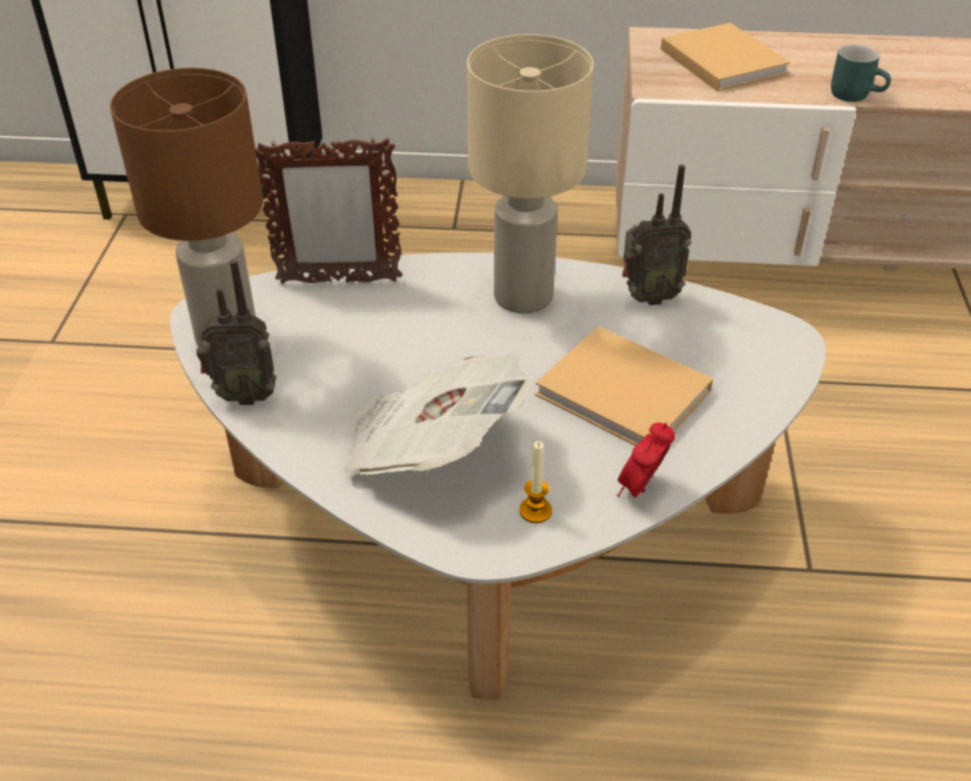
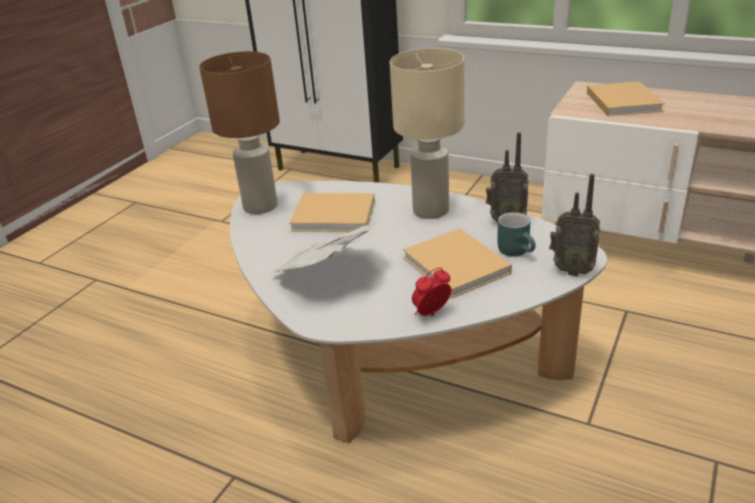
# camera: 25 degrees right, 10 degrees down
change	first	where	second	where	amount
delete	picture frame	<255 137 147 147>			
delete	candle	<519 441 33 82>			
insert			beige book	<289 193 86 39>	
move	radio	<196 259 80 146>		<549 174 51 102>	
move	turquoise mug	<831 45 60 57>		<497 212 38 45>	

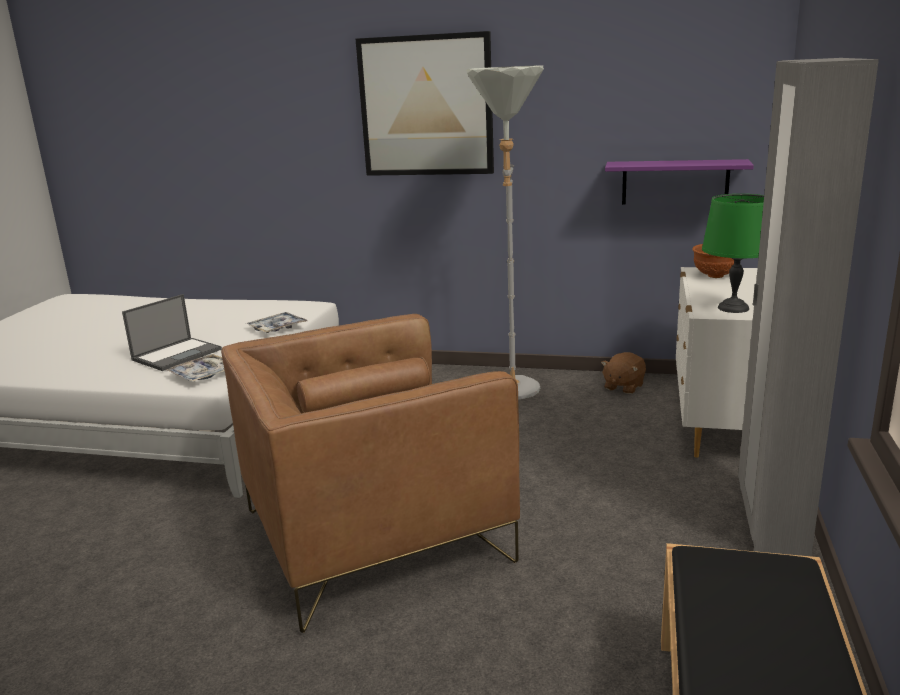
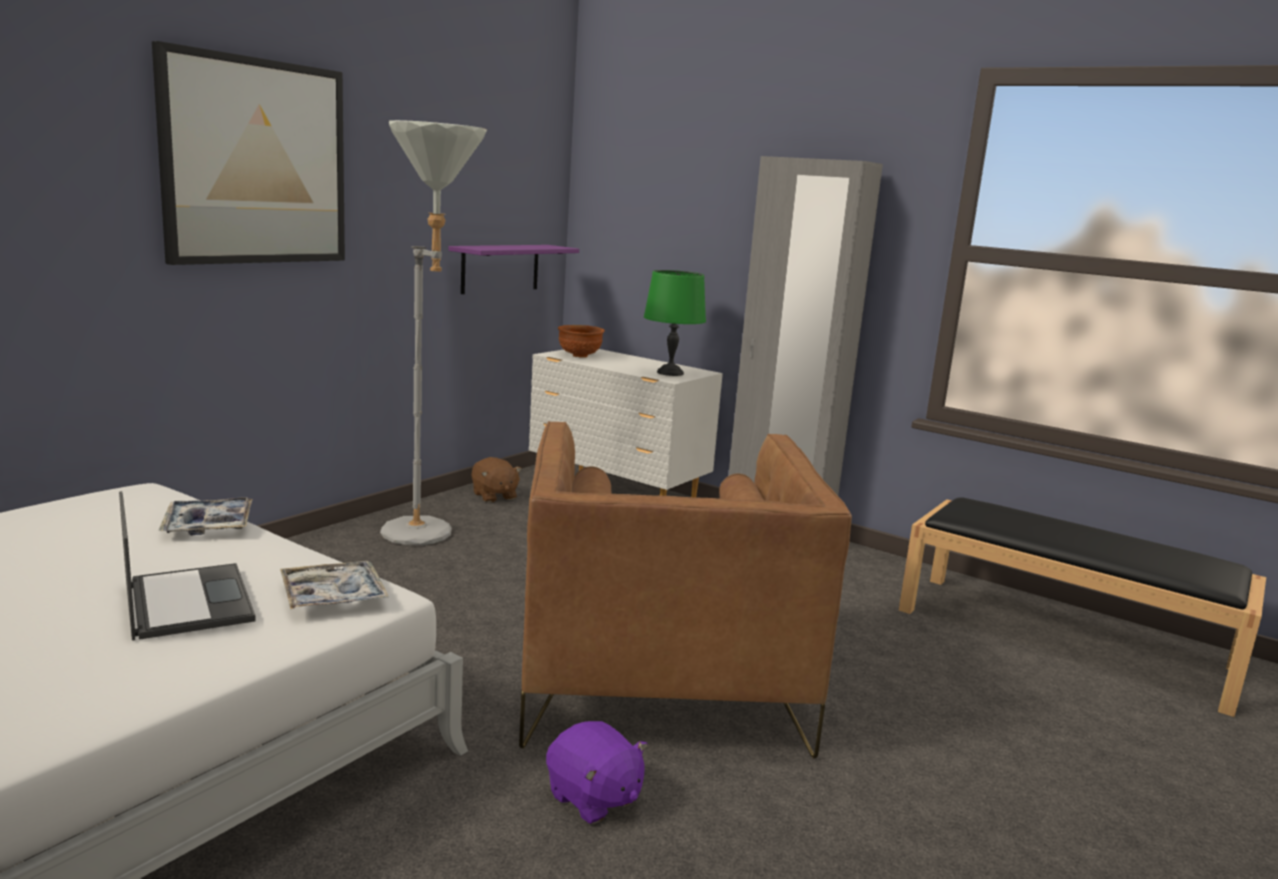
# camera: 70 degrees left, 5 degrees down
change	first	where	second	where	amount
insert			purple plush toy	<546 721 101 103>	

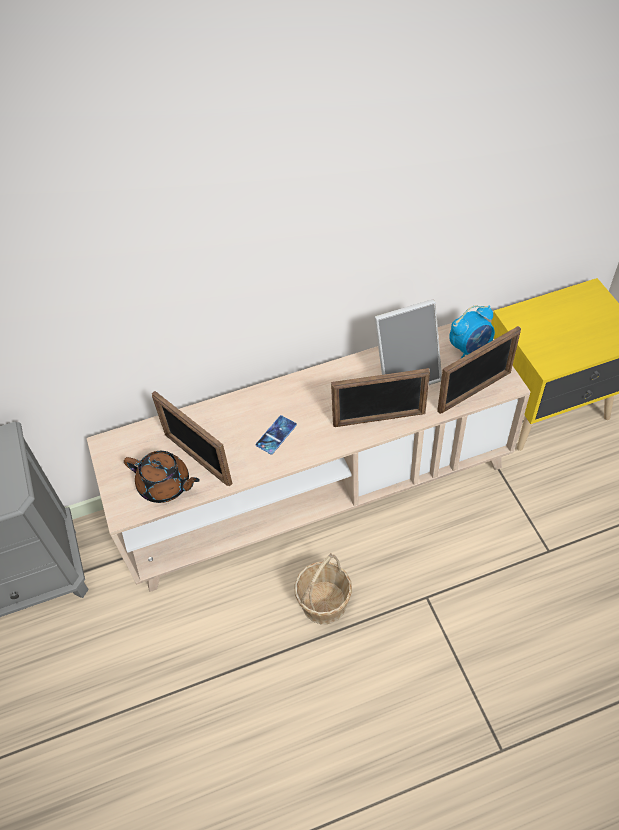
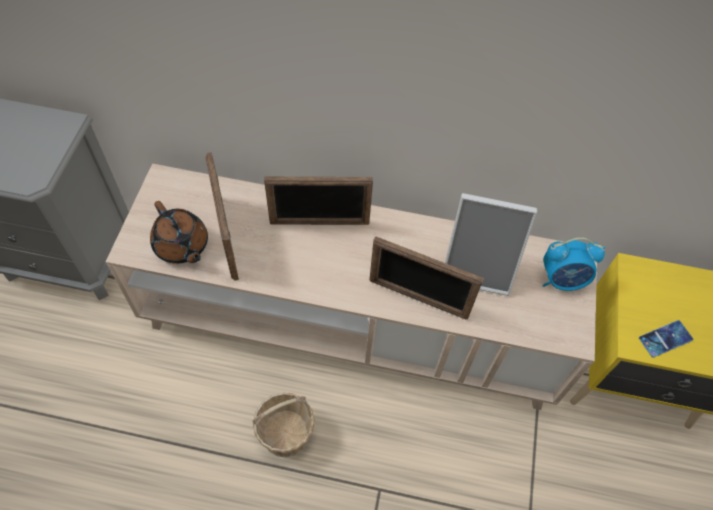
# camera: 25 degrees right, 5 degrees up
change	first	where	second	where	amount
move	phone	<255 415 42 40>		<639 320 54 38>	
move	picture frame	<437 326 84 88>		<264 177 109 48>	

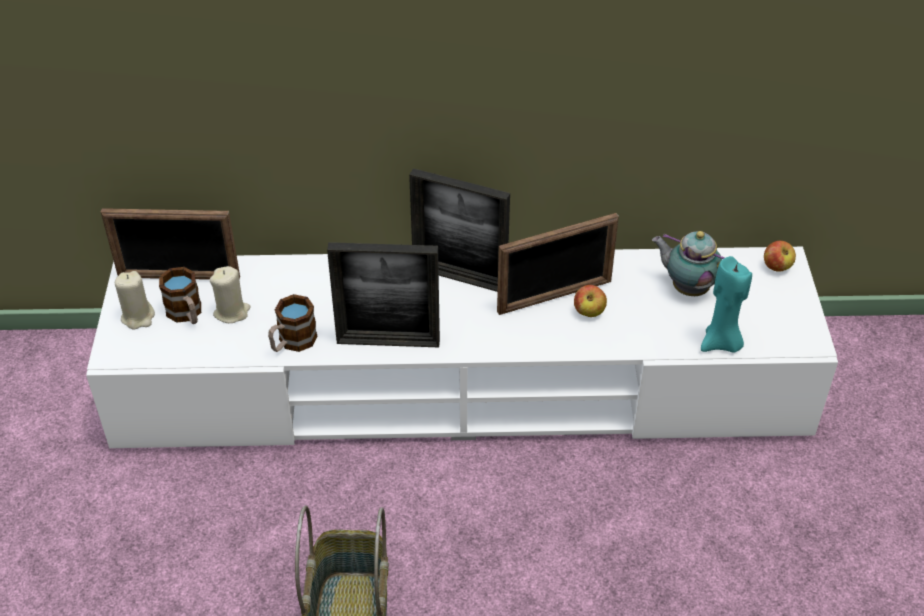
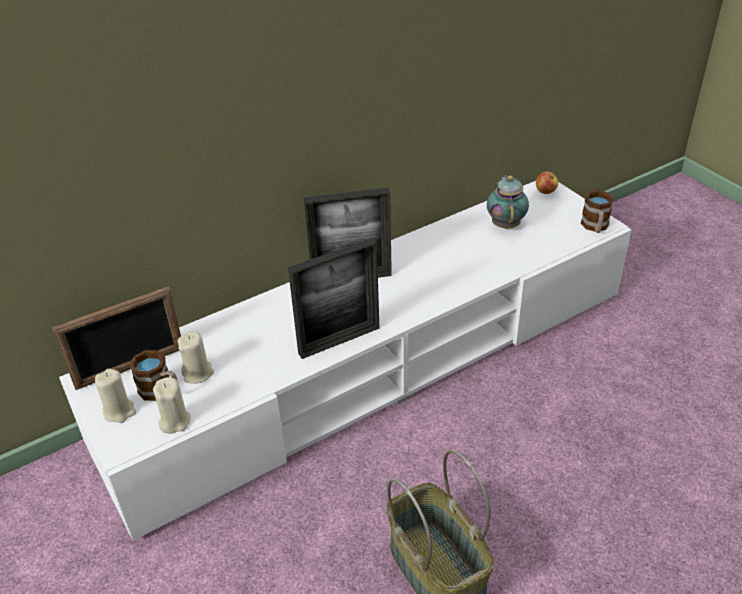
# camera: 30 degrees left, 5 degrees down
change	first	where	second	where	amount
delete	picture frame	<497 213 122 102>			
delete	apple	<574 285 33 32>			
delete	turquoise candle	<701 256 51 97>			
insert			beige candle	<153 377 38 57>	
move	mug	<268 294 49 58>		<581 190 33 43>	
rotate	teapot	<652 231 73 65>		<487 174 42 55>	90 degrees clockwise

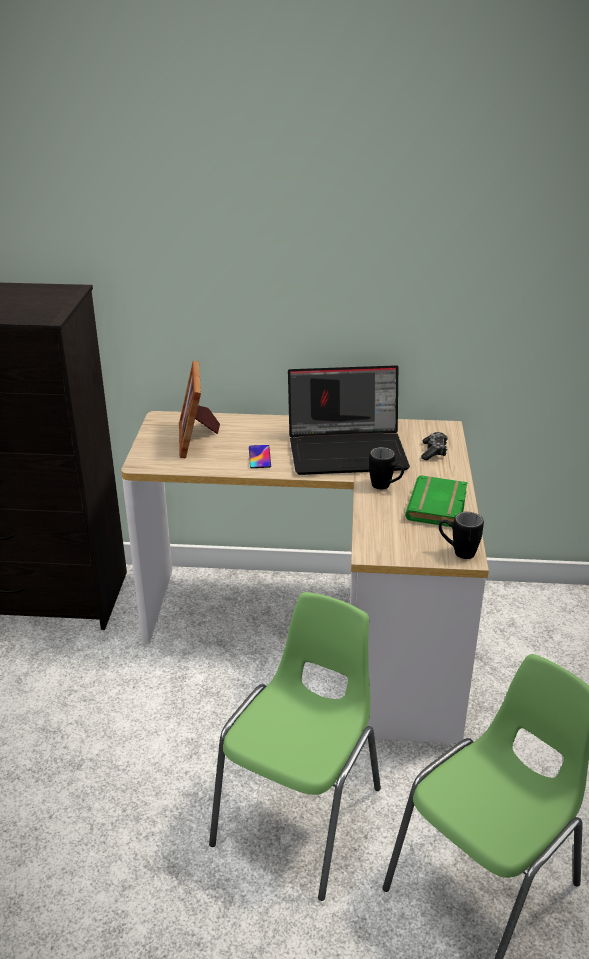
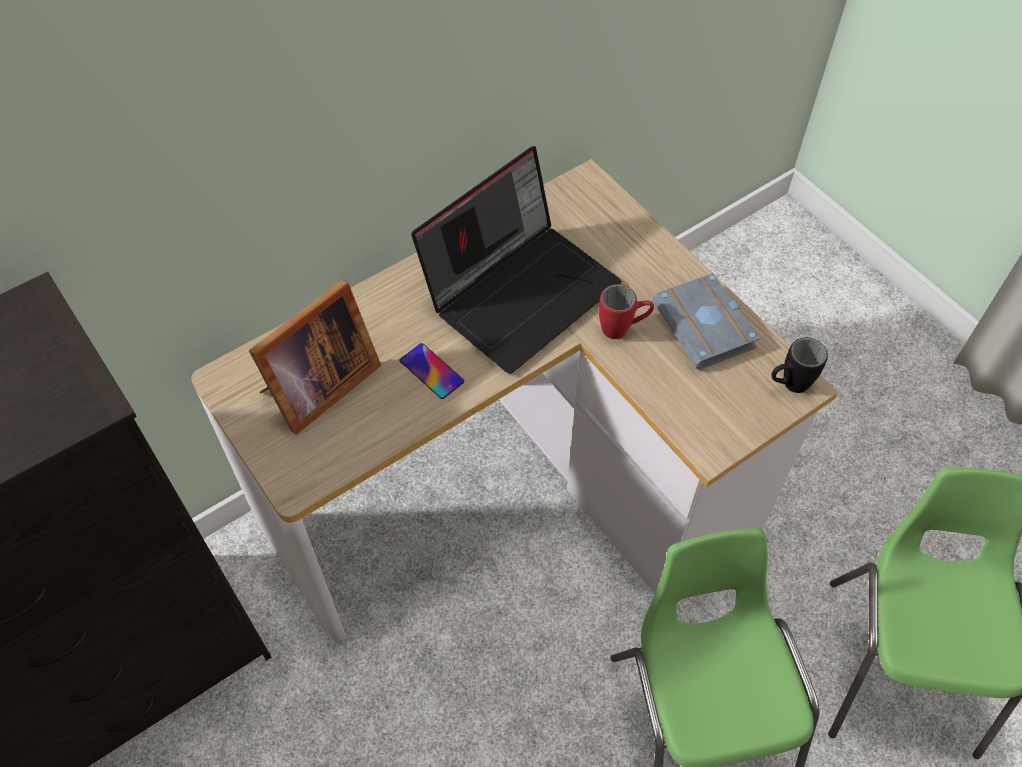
# camera: 40 degrees left, 25 degrees up
change	first	where	second	where	amount
delete	game controller	<421 432 27 28>			
recolor	black mug	<369 447 35 43>	red mug	<599 284 55 55>	
recolor	green book	<405 475 62 52>	grey book	<652 273 107 97>	
rotate	picture frame	<179 361 41 98>		<249 279 132 156>	90 degrees counterclockwise

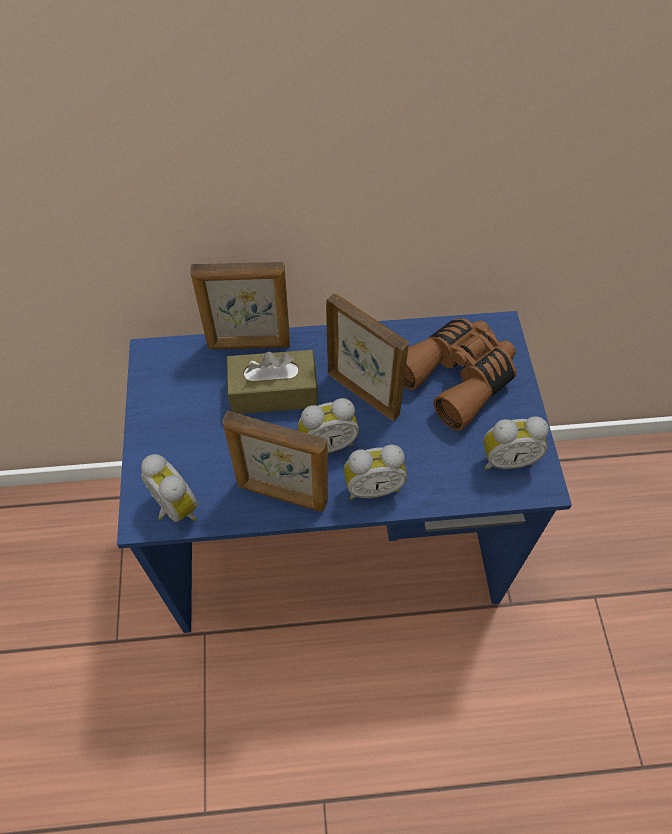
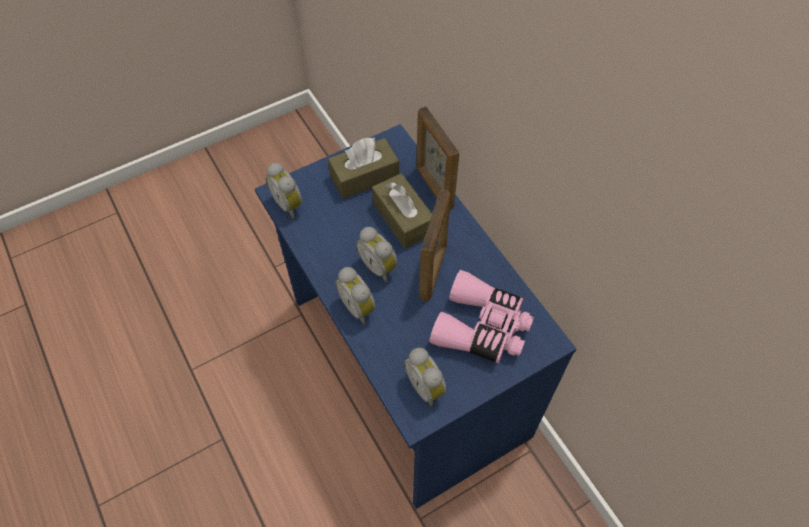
# camera: 65 degrees right, 0 degrees up
change	first	where	second	where	amount
delete	picture frame	<222 411 106 101>			
insert			brown tissue box	<328 137 71 62>	
recolor	brown binoculars	<404 318 113 113>	pink binoculars	<429 270 105 93>	
rotate	alarm clock	<141 454 57 68>		<266 163 36 55>	120 degrees clockwise

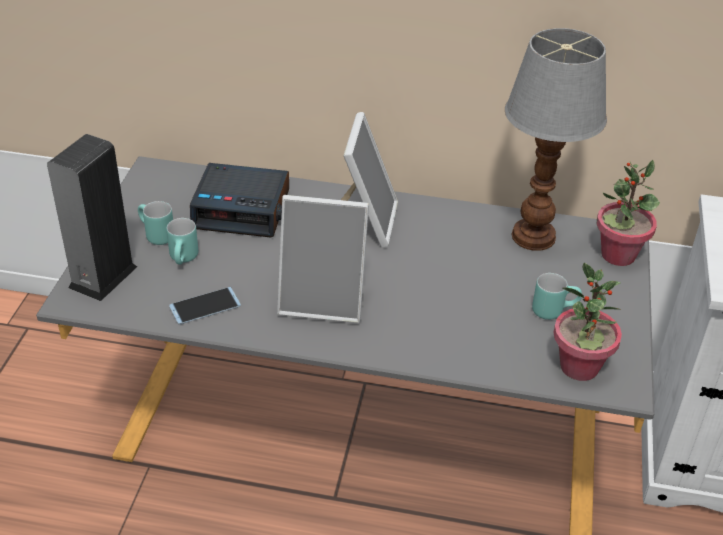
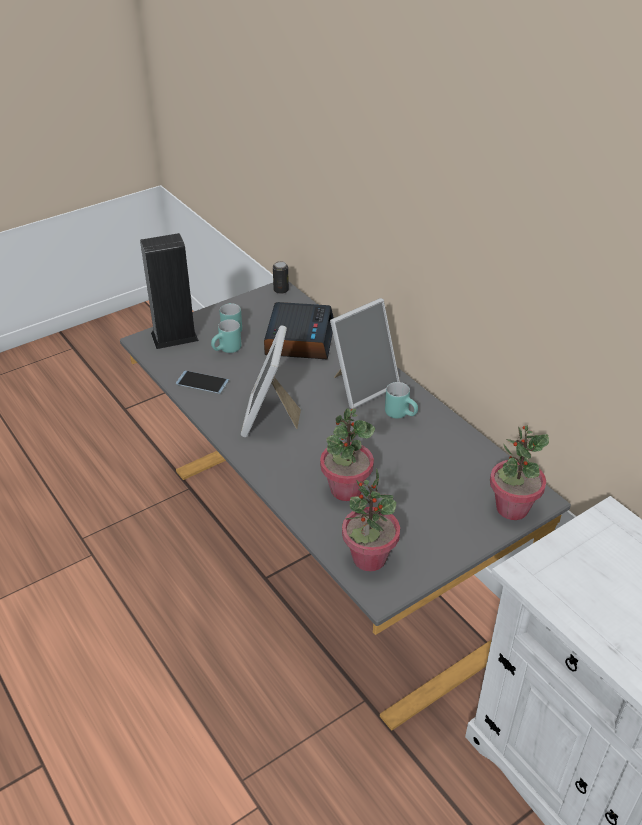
# camera: 45 degrees right, 0 degrees up
change	first	where	second	where	amount
delete	table lamp	<505 28 102 223>			
insert			can	<273 261 16 33>	
insert			potted plant	<320 408 55 93>	
move	turquoise mug	<532 273 50 47>		<385 382 33 37>	
rotate	alarm clock	<190 163 99 74>		<264 302 70 57>	135 degrees counterclockwise
rotate	picture frame	<277 195 92 129>		<241 325 60 112>	45 degrees clockwise

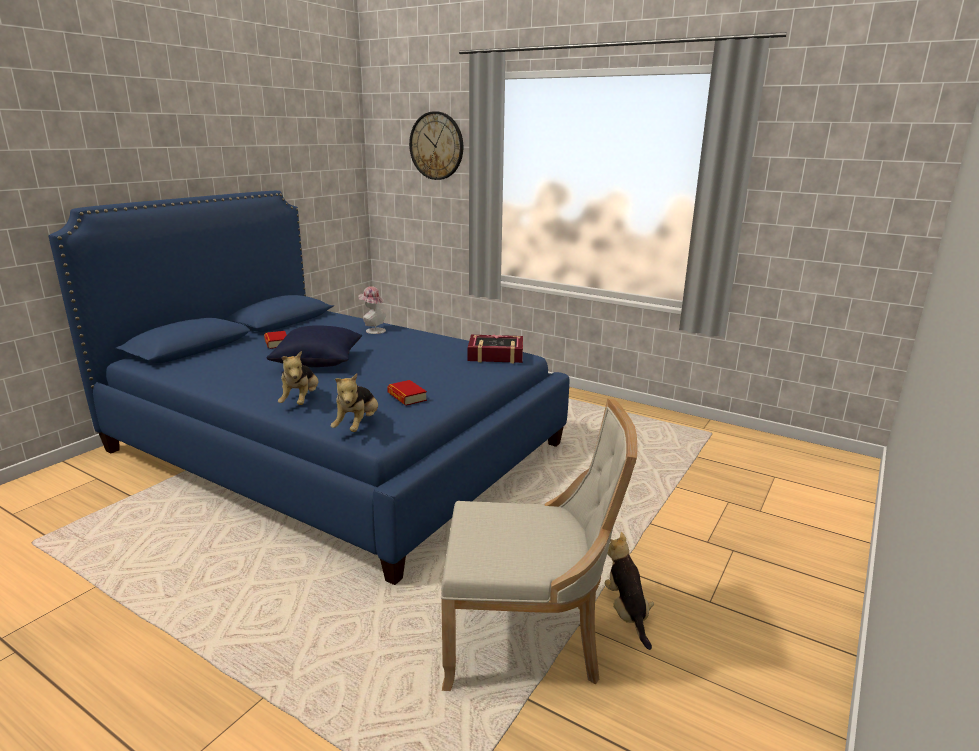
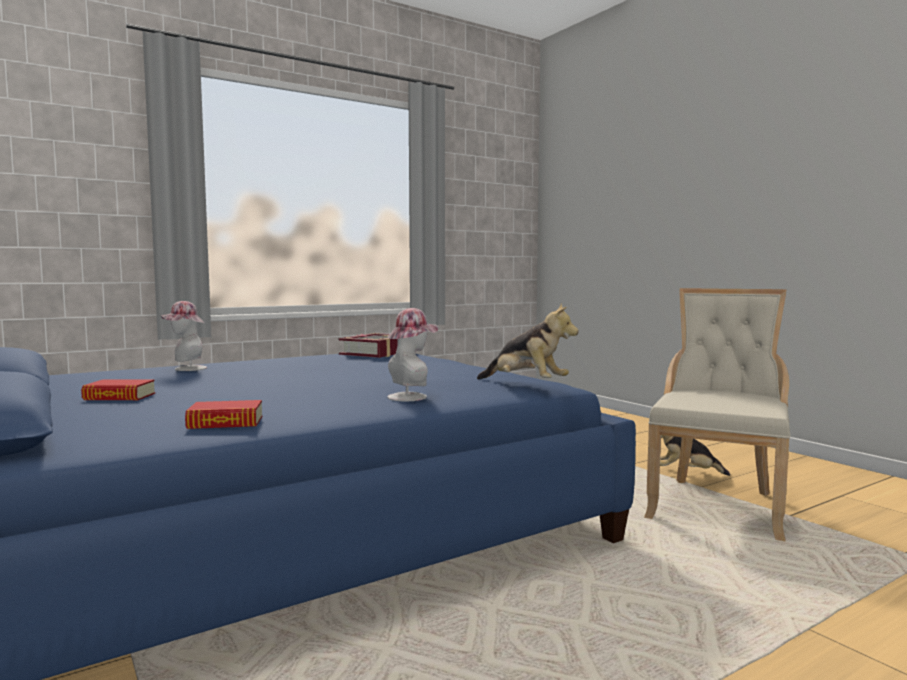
# camera: 65 degrees left, 15 degrees down
change	first	where	second	where	amount
delete	blue pillow	<266 325 96 42>			
delete	wall clock	<409 111 54 69>			
move	book	<387 380 40 26>		<185 400 77 29>	
replace	plush toy	<278 351 40 54>	hat	<387 308 51 93>	

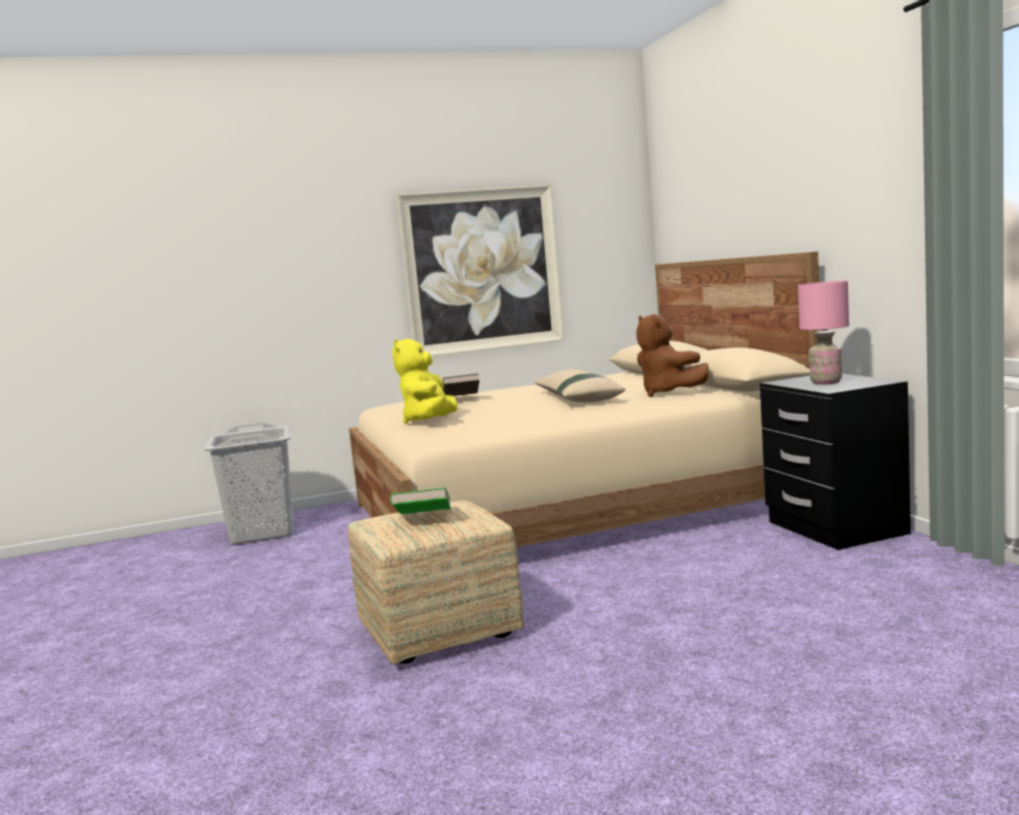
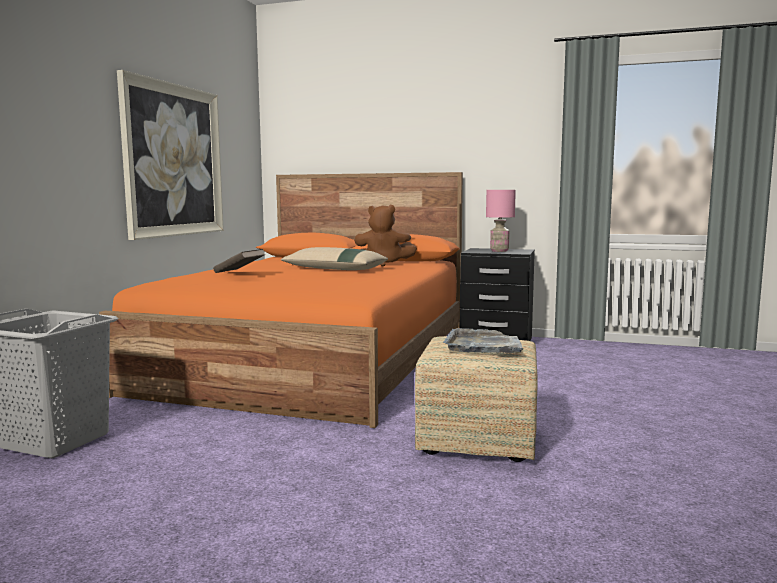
# camera: 55 degrees left, 0 degrees up
change	first	where	second	where	amount
delete	yellow plush toy	<392 339 66 85>			
replace	green book	<390 487 61 27>	grey tray	<443 328 81 25>	
recolor	beige bed	<349 251 472 296>	orange bed	<99 172 364 256>	

